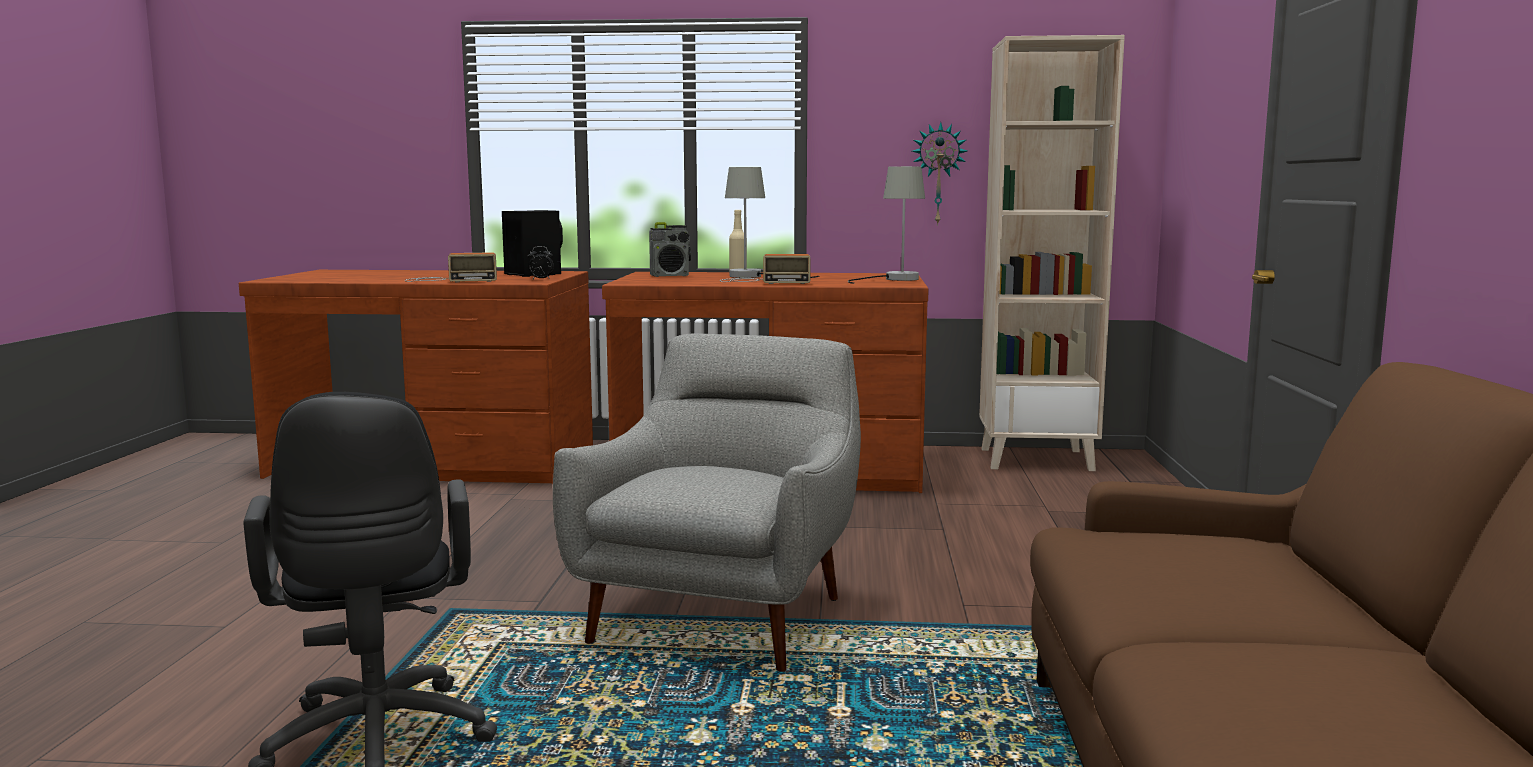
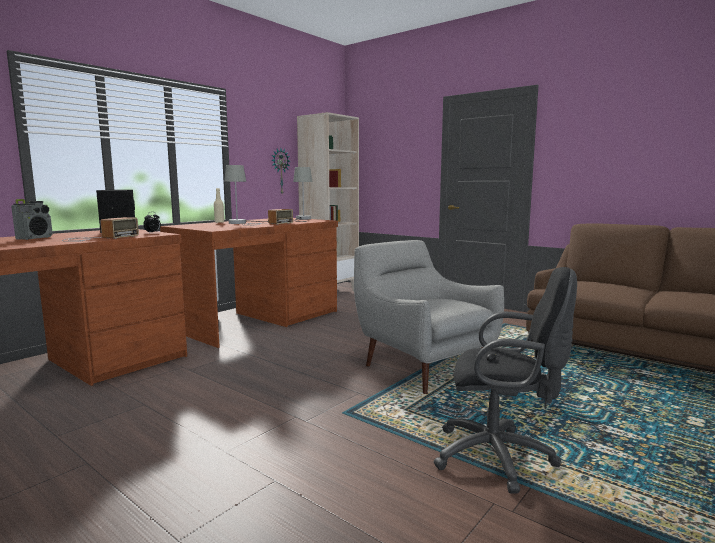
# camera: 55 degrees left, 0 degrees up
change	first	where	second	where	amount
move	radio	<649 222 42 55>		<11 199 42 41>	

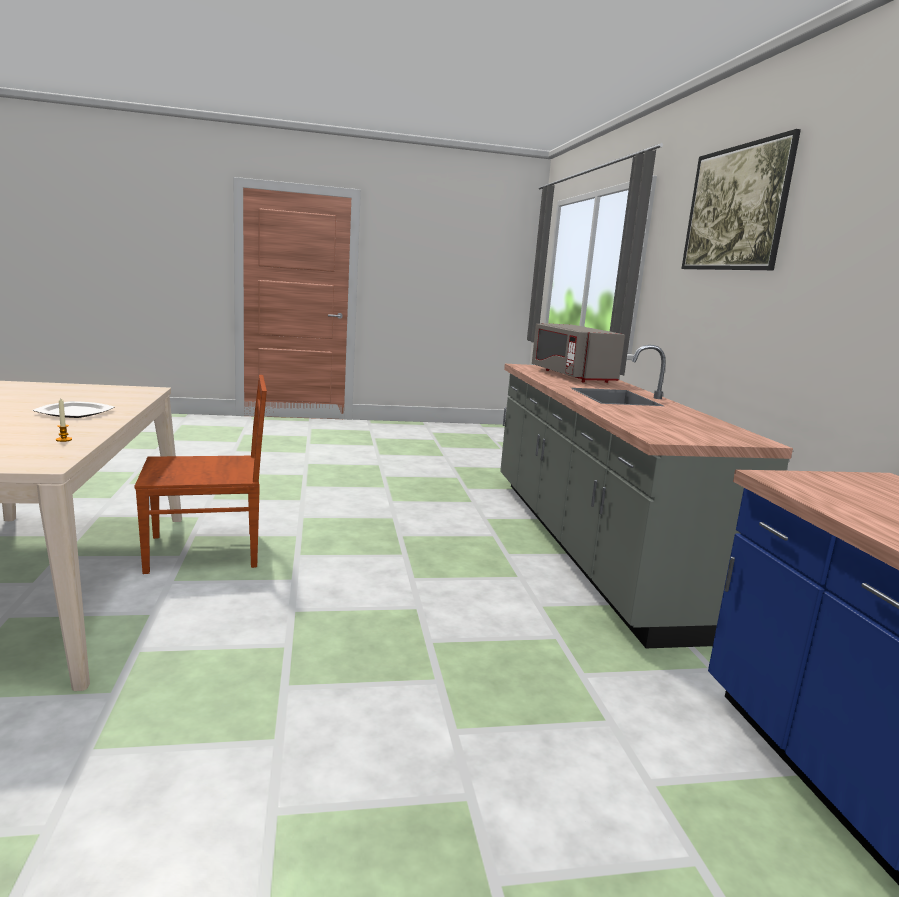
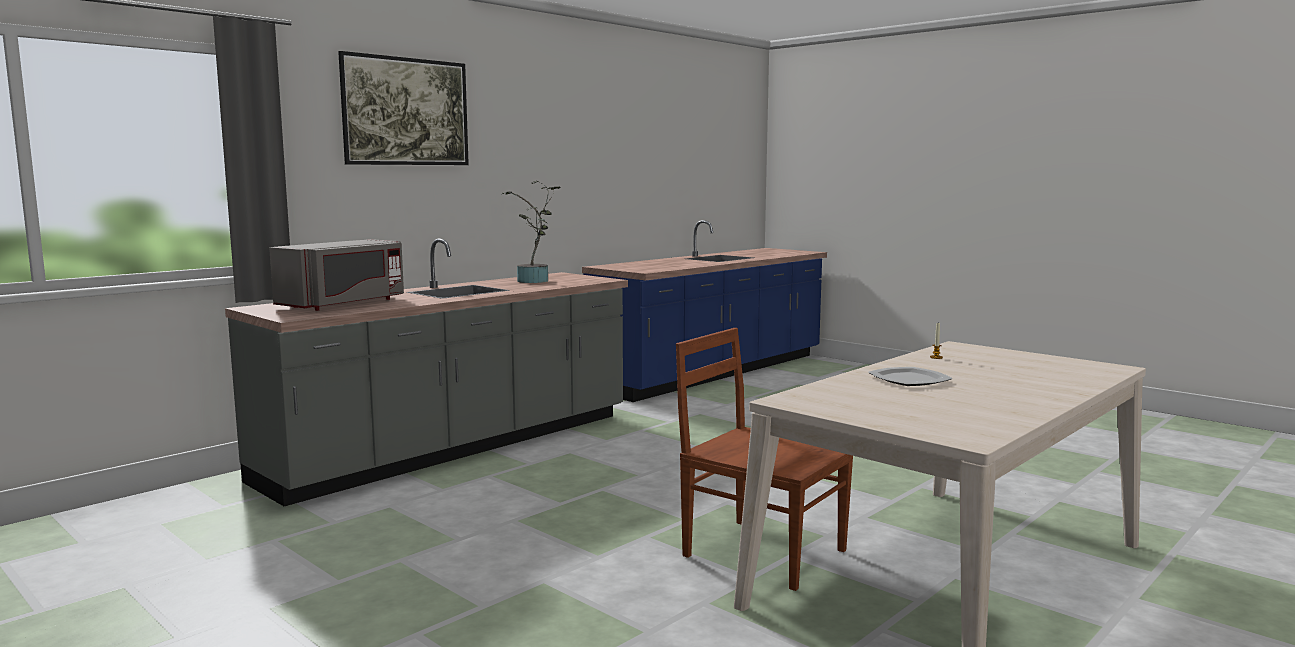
# camera: 125 degrees left, 5 degrees down
change	first	where	second	where	amount
insert			potted plant	<502 181 58 102>	

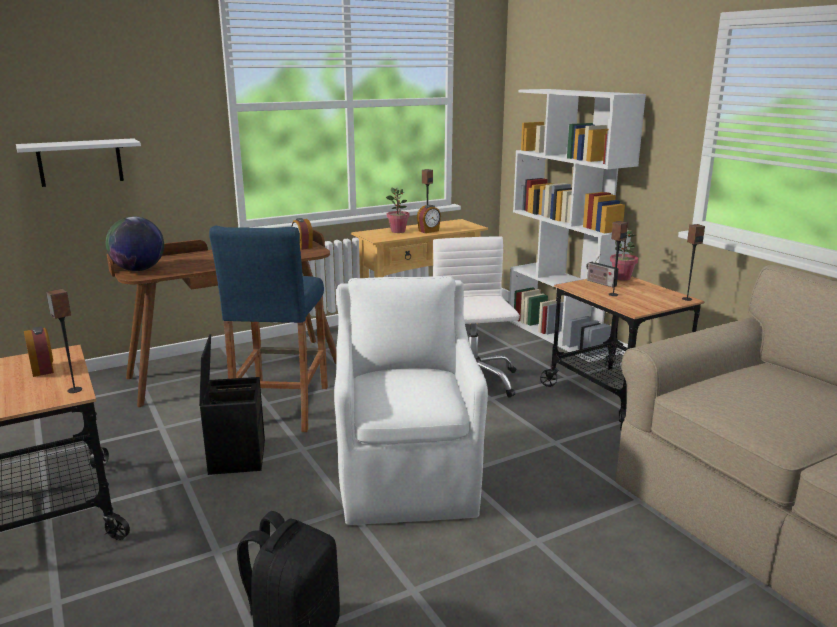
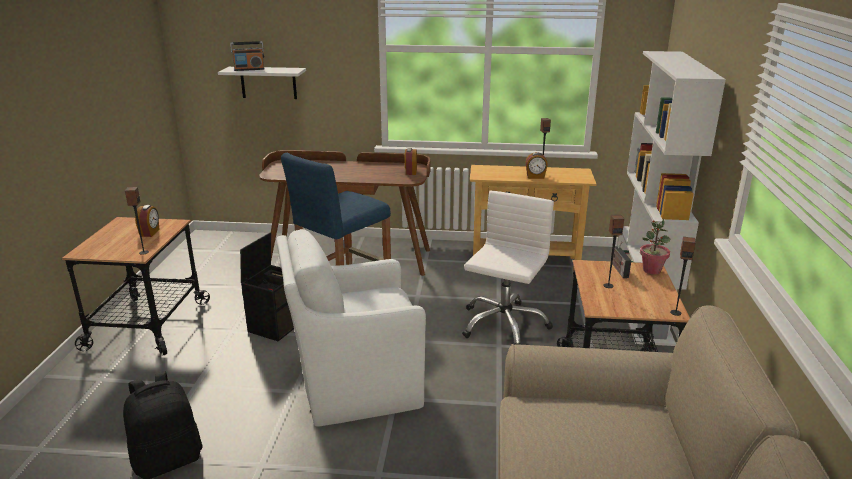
# camera: 35 degrees right, 5 degrees up
change	first	where	second	where	amount
delete	globe	<106 216 58 55>			
delete	potted plant	<386 187 24 46>			
insert			radio	<230 41 34 30>	
rotate	white armchair	<334 276 154 249>		<276 229 150 198>	135 degrees counterclockwise

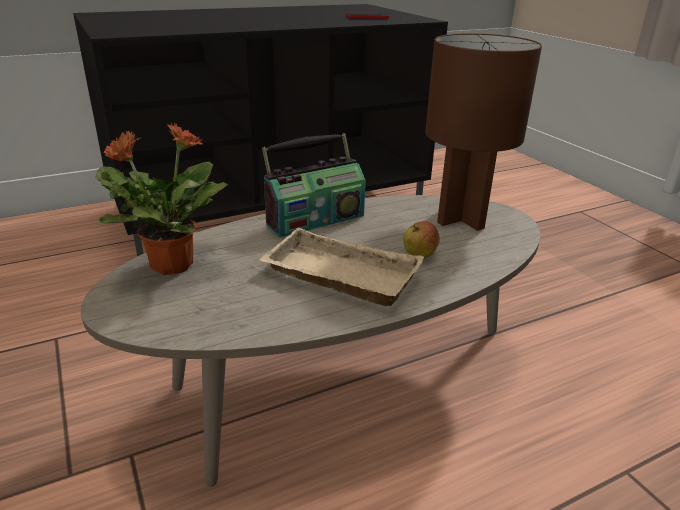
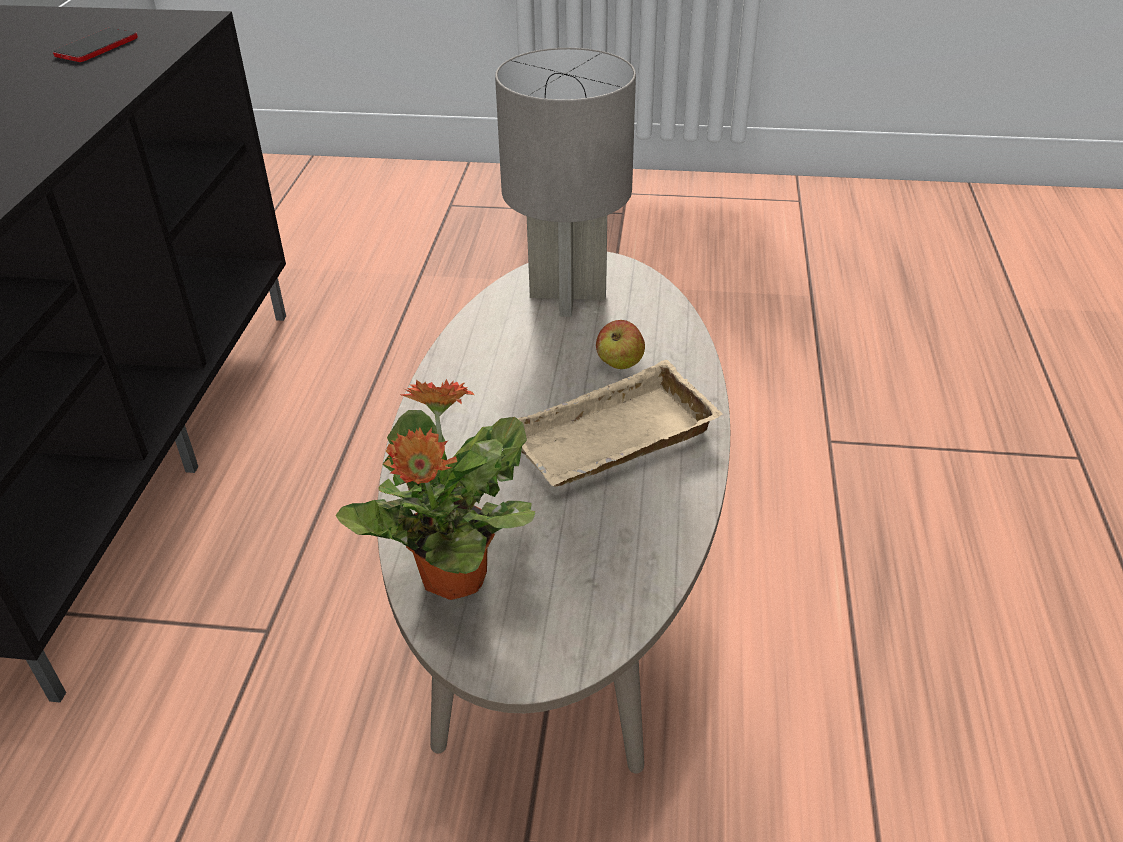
# camera: 55 degrees left, 10 degrees up
change	first	where	second	where	amount
delete	radio	<262 133 104 105>			
recolor	brown table lamp	<425 33 117 198>	grey table lamp	<495 48 141 269>	

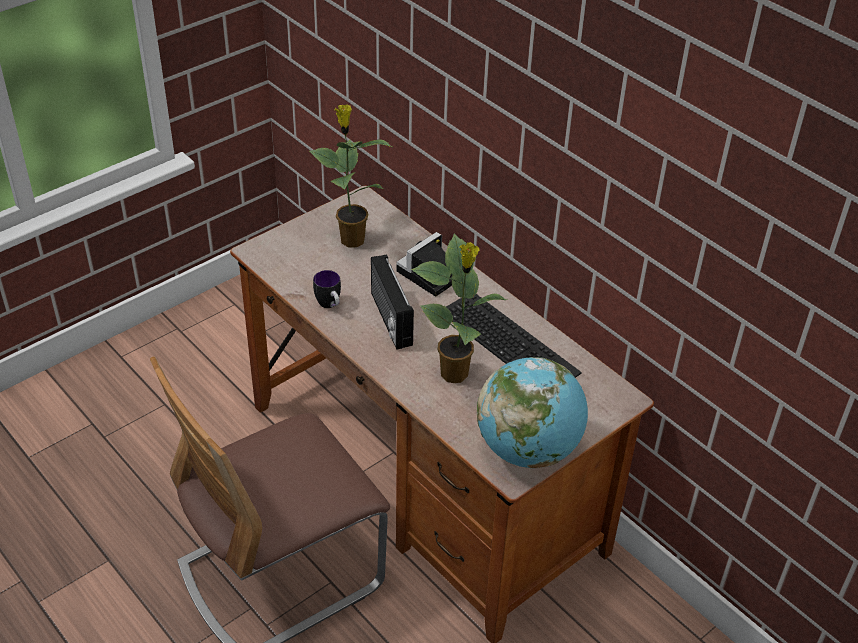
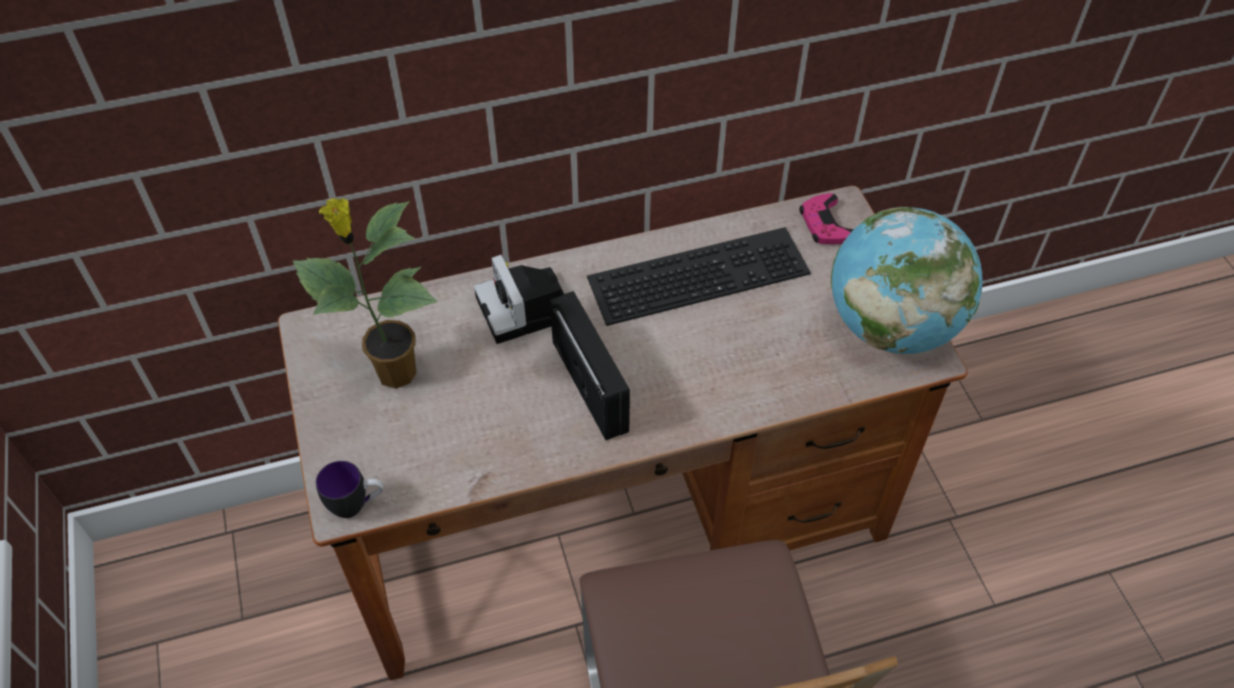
# camera: 65 degrees left, 10 degrees up
change	first	where	second	where	amount
delete	potted plant	<411 234 96 149>			
insert			pink game controller	<799 193 55 51>	
move	mug	<313 270 28 38>		<316 461 67 57>	
rotate	radio	<371 254 43 96>		<550 291 80 149>	120 degrees counterclockwise

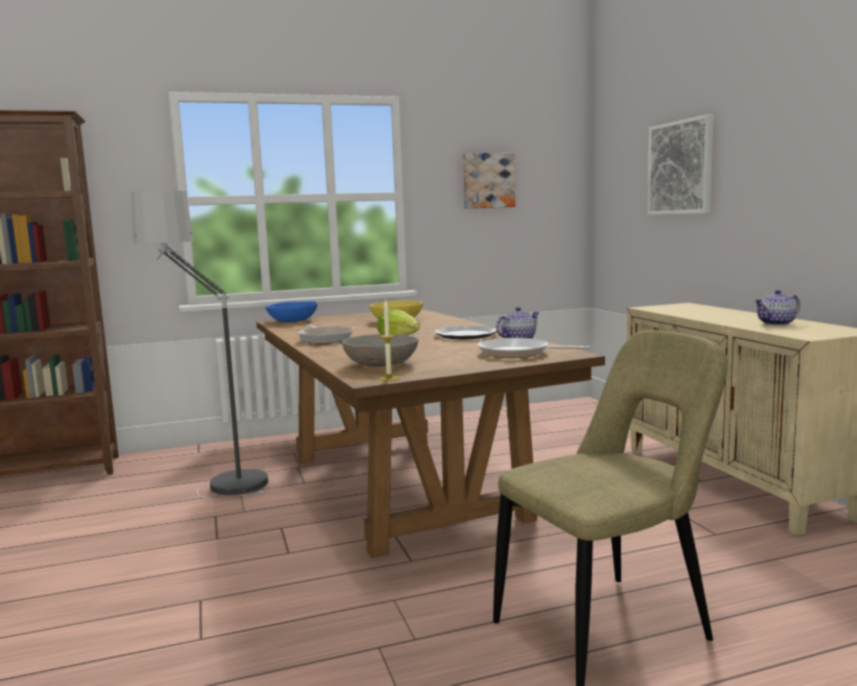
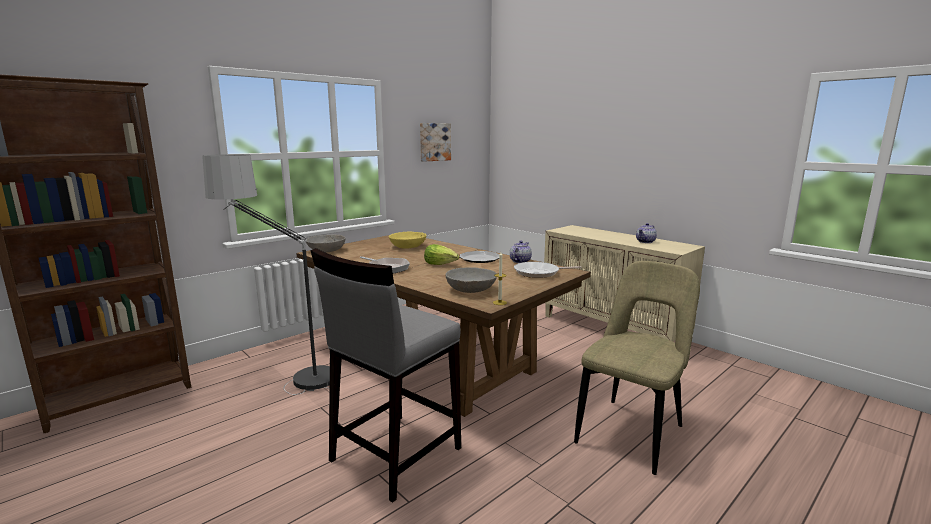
# camera: 25 degrees left, 5 degrees up
change	first	where	second	where	amount
delete	picture	<647 114 67 101>			
insert			grey stool	<311 248 150 255>	
recolor	blue bowl	<265 301 53 21>	grey bowl	<306 235 39 18>	

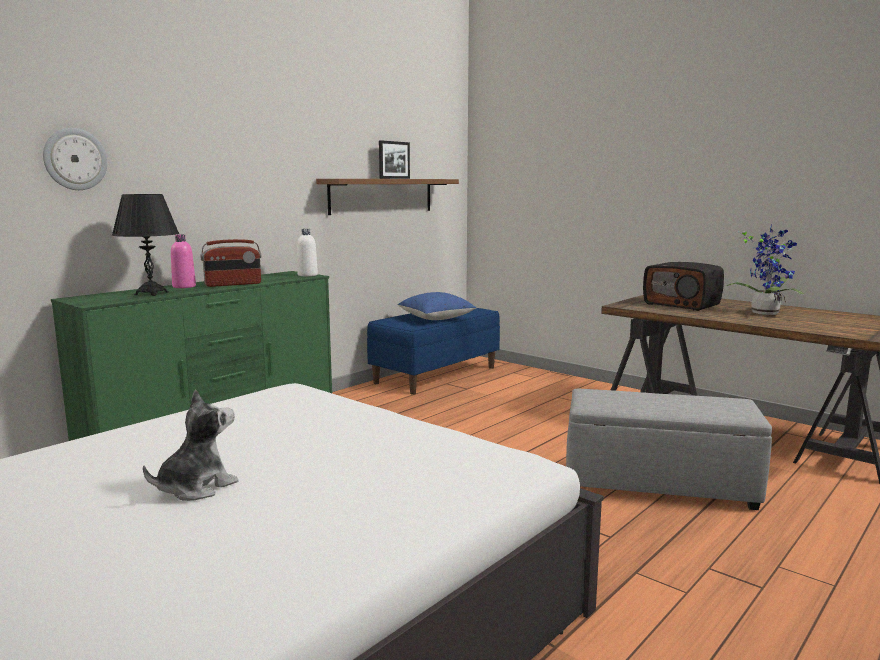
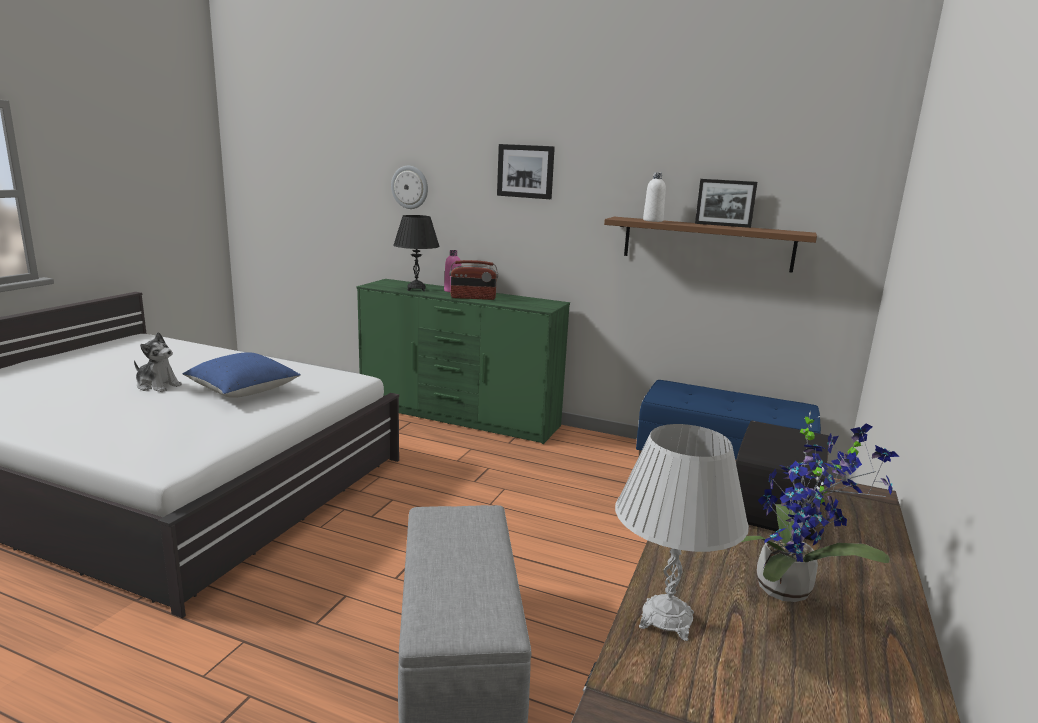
# camera: 70 degrees right, 5 degrees up
change	first	where	second	where	amount
insert			picture	<497 144 58 55>	
insert			white table lamp	<615 424 134 217>	
move	white bottle	<297 229 21 47>		<643 172 23 50>	
move	blue pillow	<397 292 80 28>		<182 352 119 46>	
rotate	radio	<200 239 61 48>		<449 260 49 40>	45 degrees counterclockwise

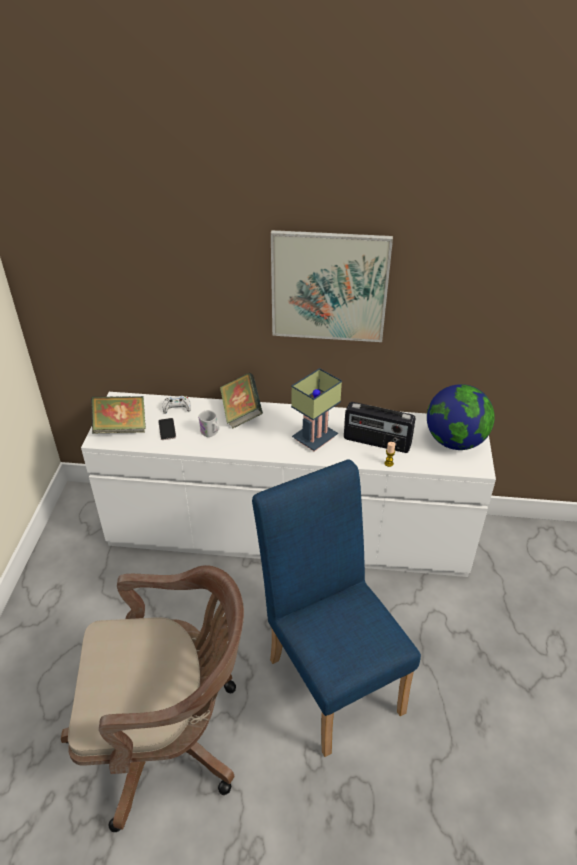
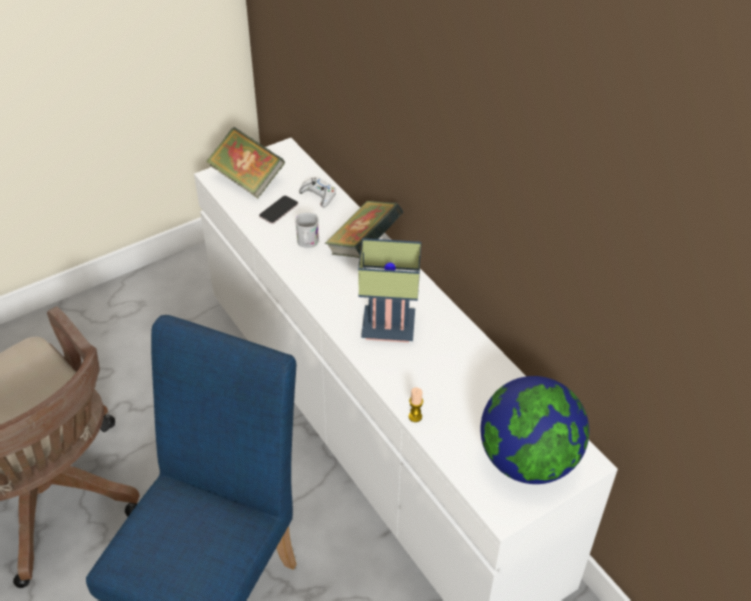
# camera: 50 degrees right, 5 degrees up
change	first	where	second	where	amount
delete	picture	<271 230 122 112>			
delete	radio	<344 402 72 51>			

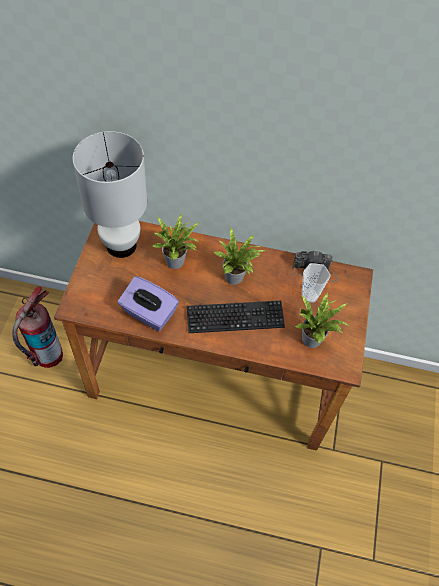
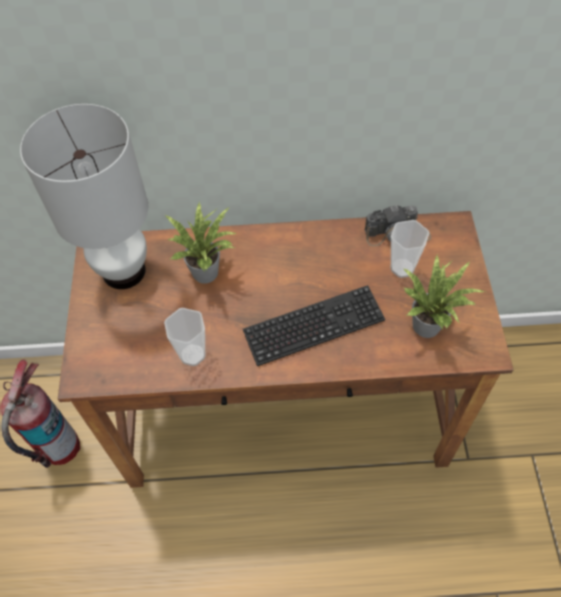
# camera: 10 degrees left, 0 degrees up
change	first	where	second	where	amount
delete	potted plant	<214 228 53 57>			
replace	purple tissue box	<118 276 61 55>	cup	<164 308 41 58>	

